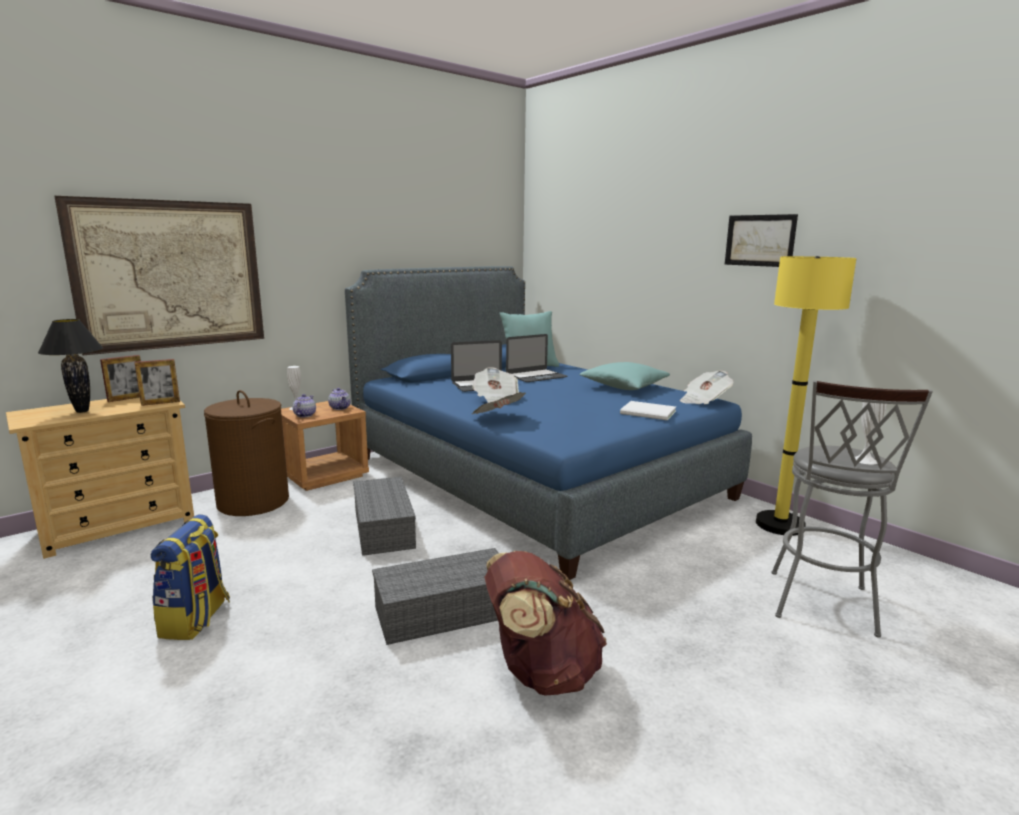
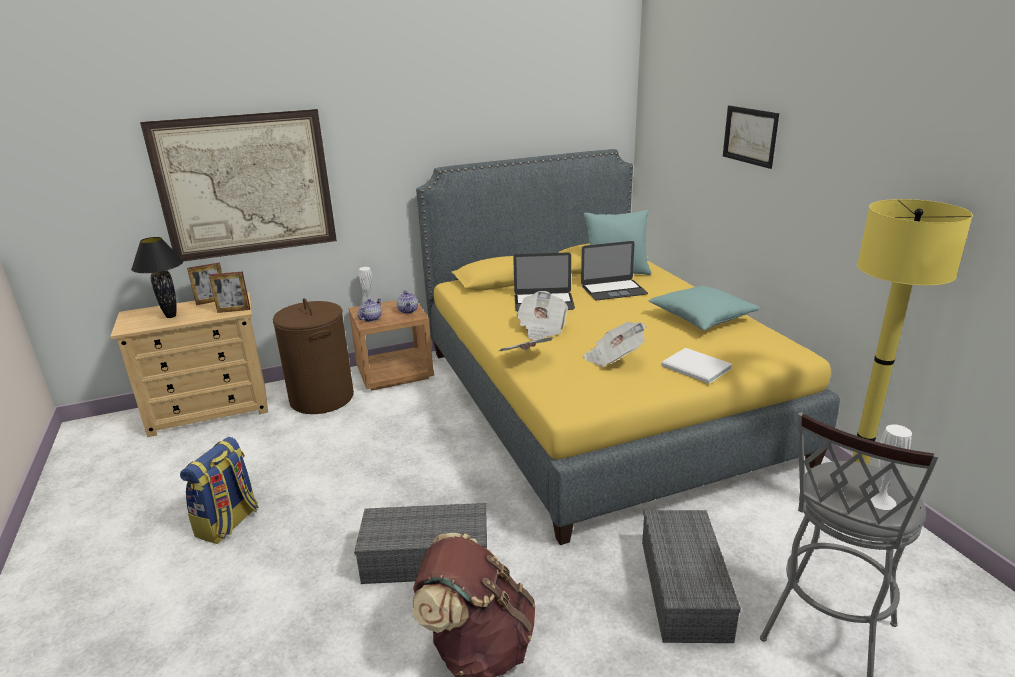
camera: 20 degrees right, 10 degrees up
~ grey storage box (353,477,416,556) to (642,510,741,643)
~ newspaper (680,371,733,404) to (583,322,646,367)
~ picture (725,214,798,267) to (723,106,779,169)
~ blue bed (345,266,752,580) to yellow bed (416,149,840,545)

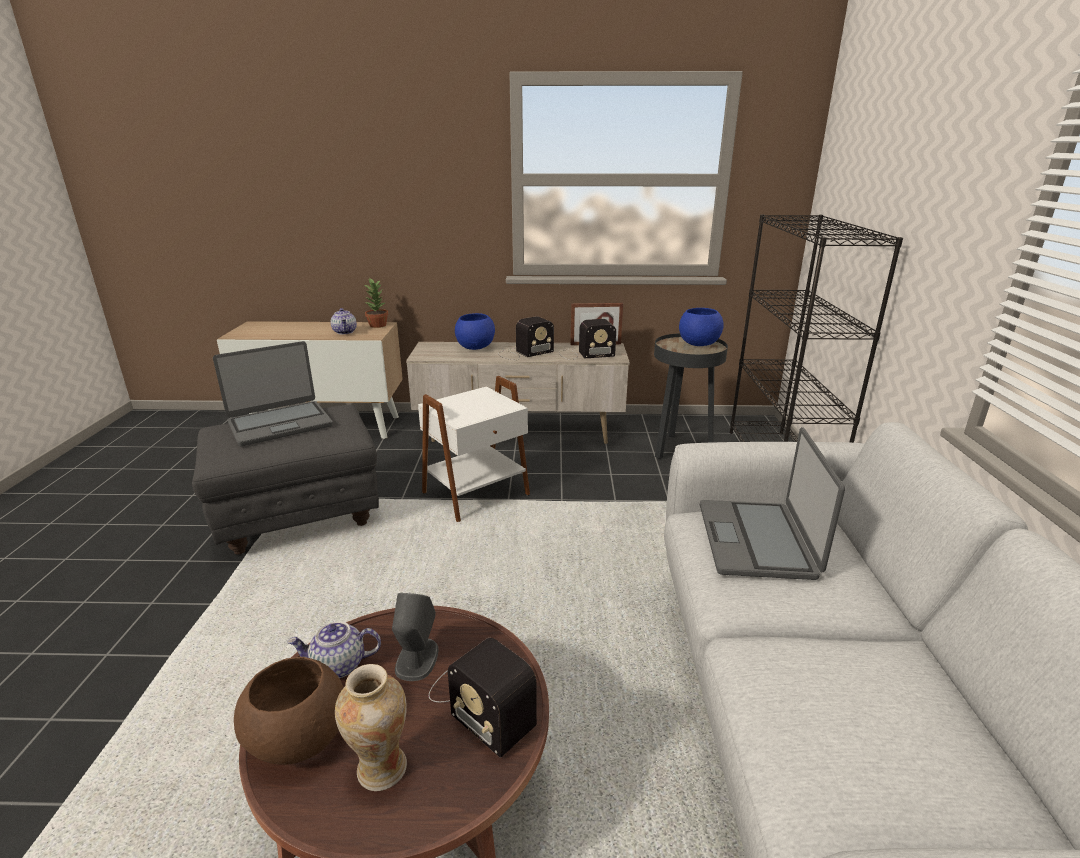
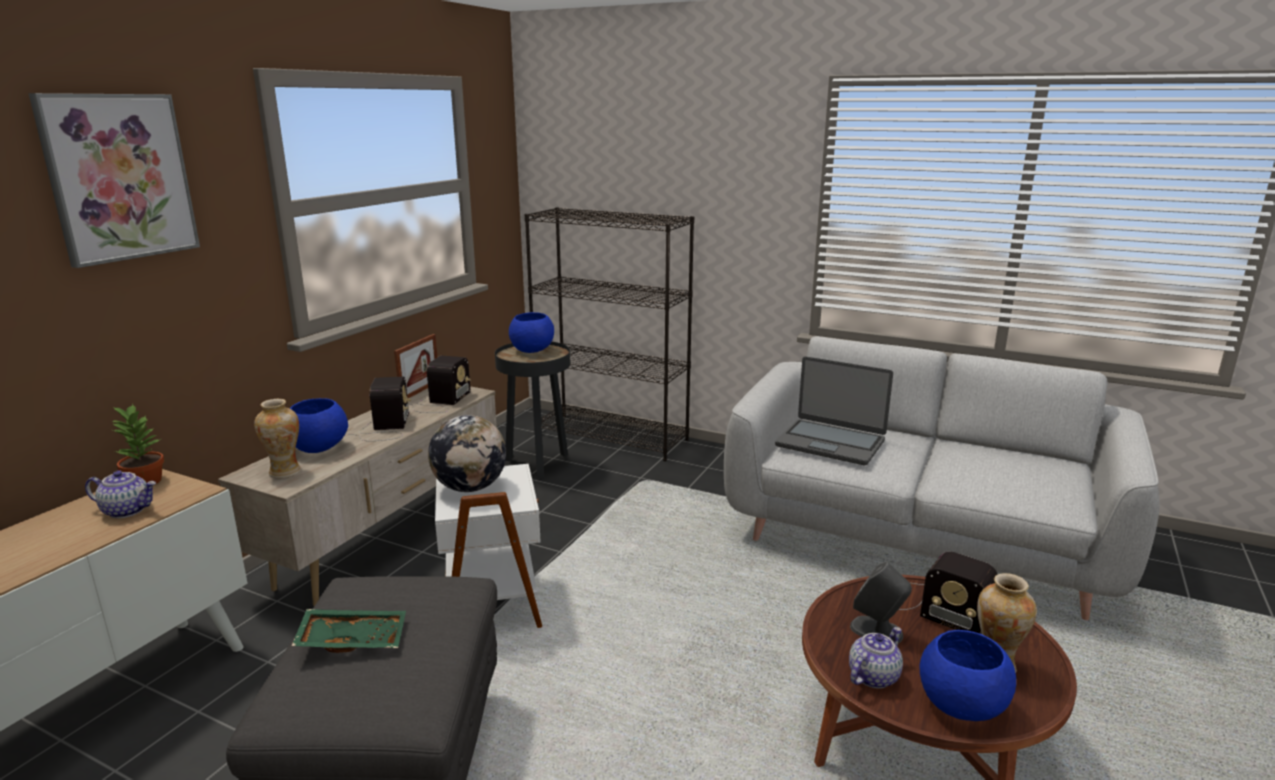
camera: 65 degrees left, 5 degrees down
+ picture (28,93,200,268)
+ vase (254,399,301,479)
+ globe (428,415,506,492)
~ laptop (213,341,333,447) to green tray (292,609,406,653)
~ brown bowl (234,657,344,765) to blue bowl (919,630,1016,721)
~ teapot (287,621,381,678) = (849,627,903,689) 150 degrees counterclockwise
~ radio (429,638,537,758) = (898,552,998,634) 60 degrees clockwise

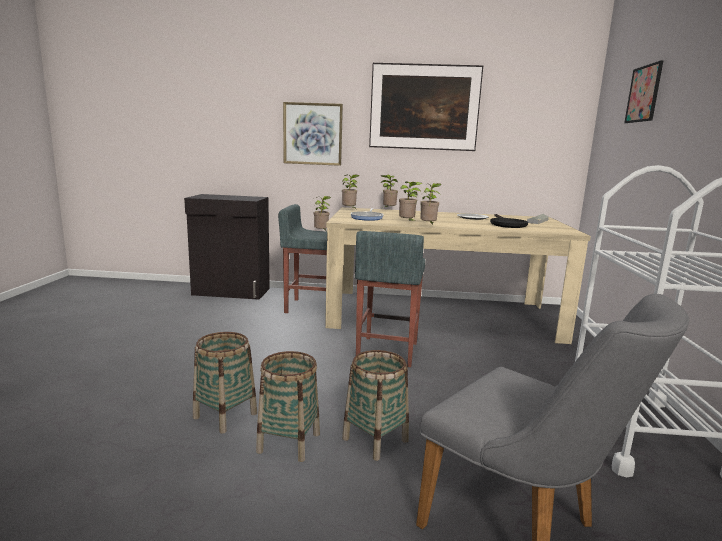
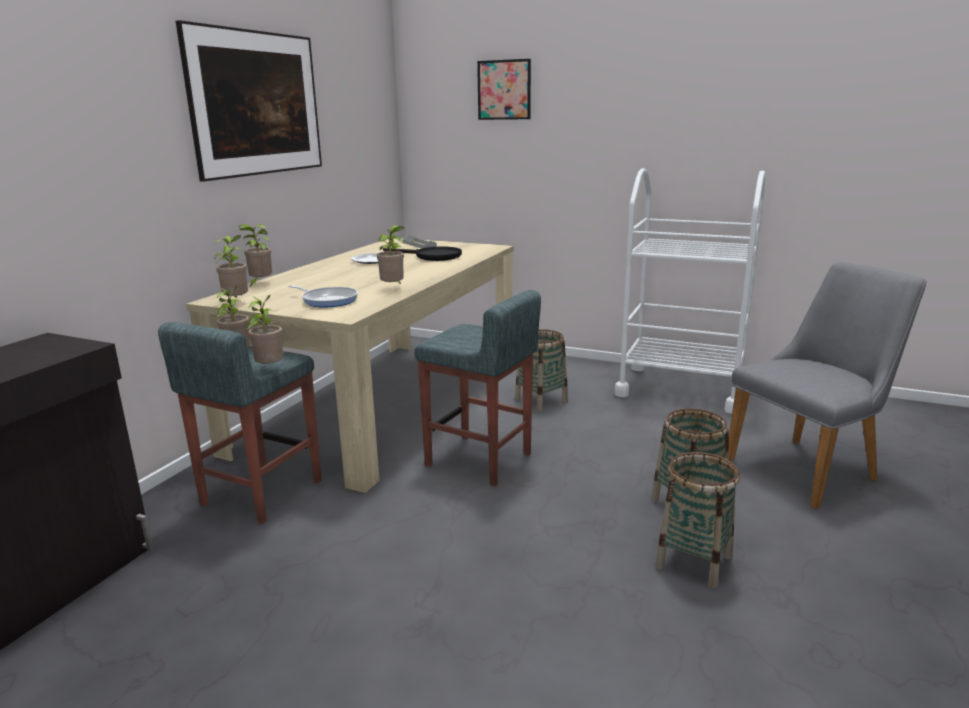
camera: 70 degrees left, 5 degrees up
- picture (283,102,343,166)
~ basket (193,332,257,434) to (515,329,568,411)
~ potted plant (420,183,442,224) to (247,295,283,364)

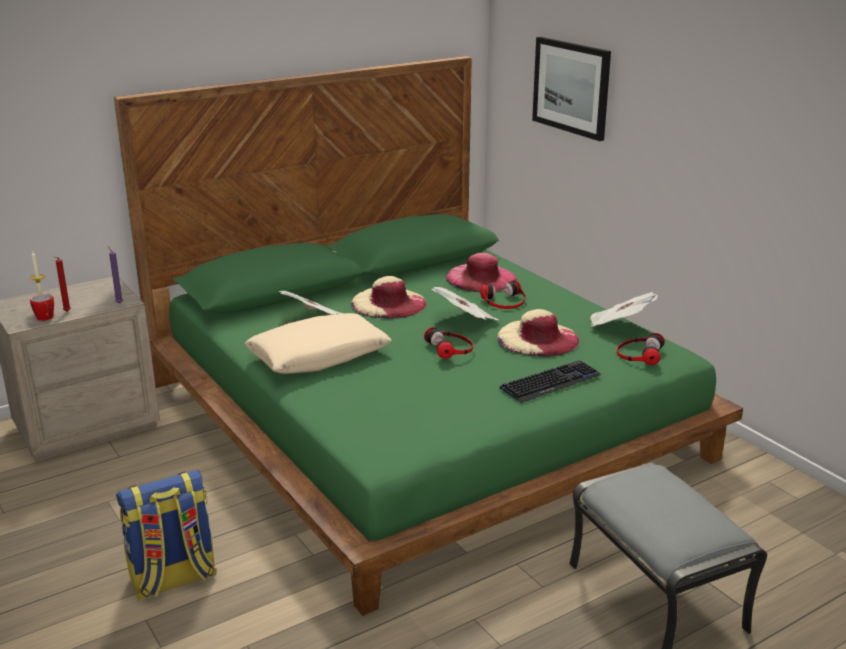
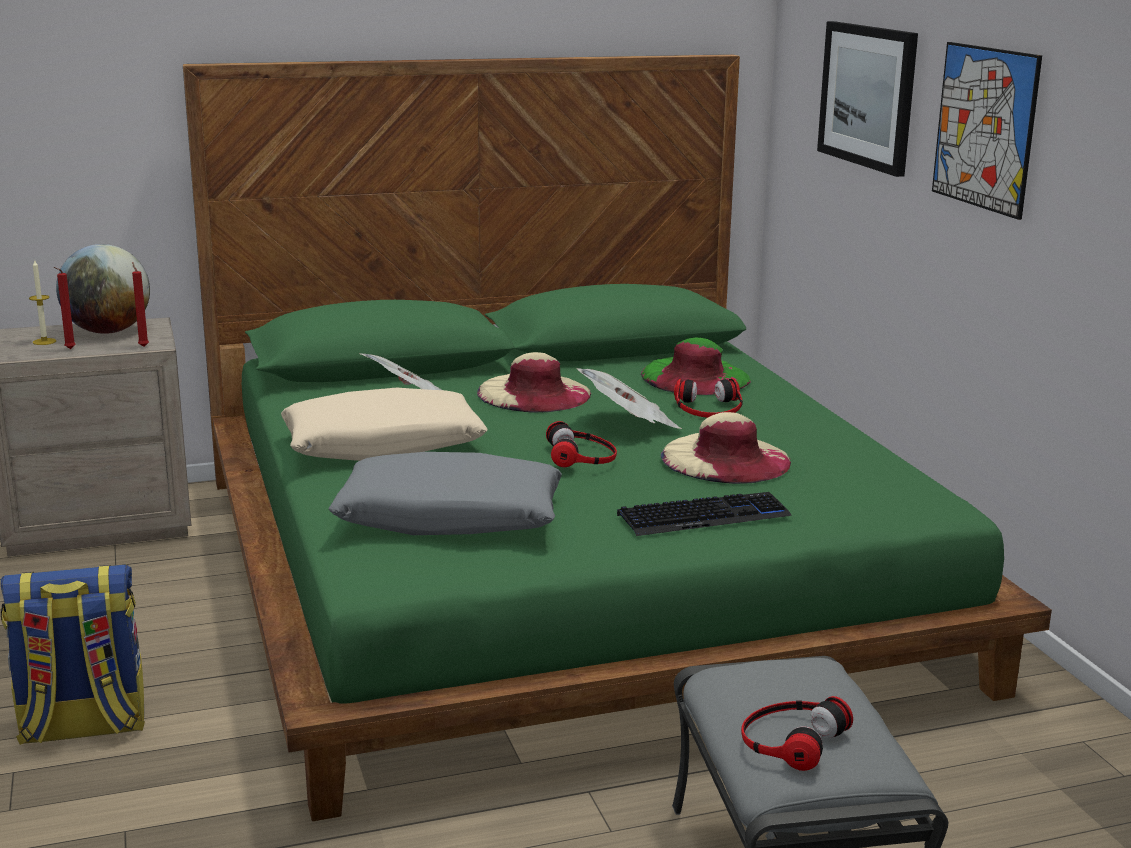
camera: 15 degrees right, 5 degrees down
- mug (30,293,54,321)
- newspaper (590,292,658,327)
+ globe (56,244,150,334)
+ grey pillow (328,452,562,535)
+ picture (932,42,1042,220)
~ headphones (617,333,665,365) to (741,696,853,771)
~ purple candle (108,246,123,304) to red candle (132,262,149,347)
~ pink hat (446,253,517,292) to green hat (640,338,751,395)

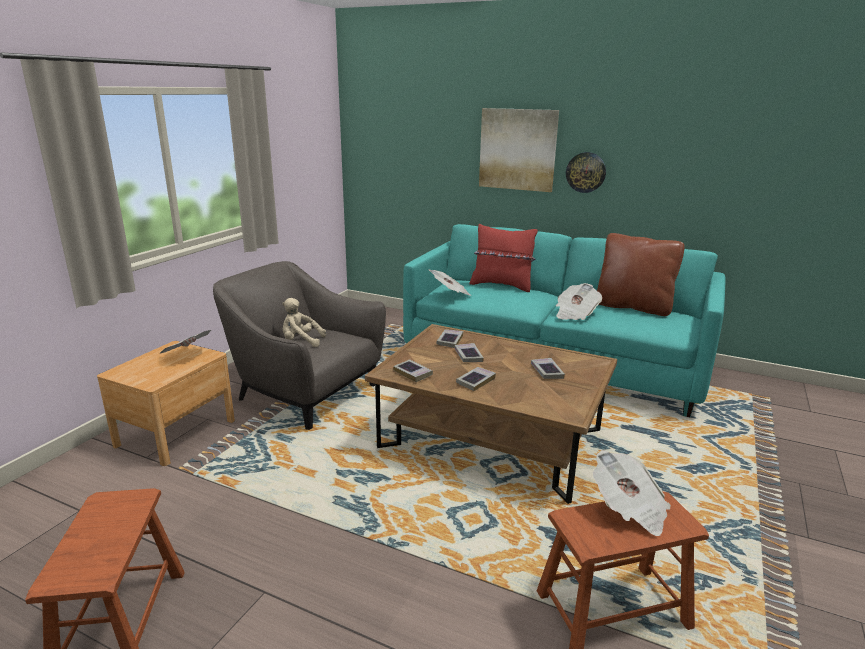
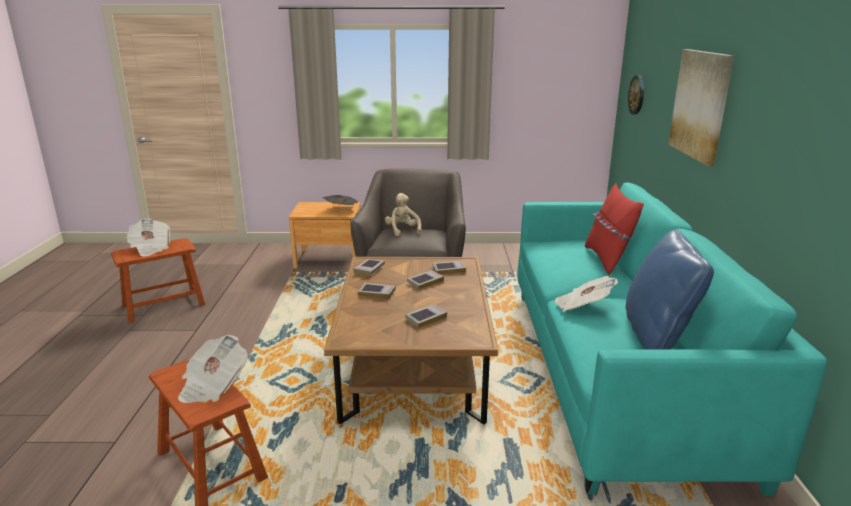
camera: 65 degrees right, 0 degrees up
~ newspaper (429,270,471,296) to (126,218,171,257)
~ wall clock (566,152,606,193) to (628,75,644,115)
~ brown pillow (597,233,685,316) to blue pillow (626,229,714,350)

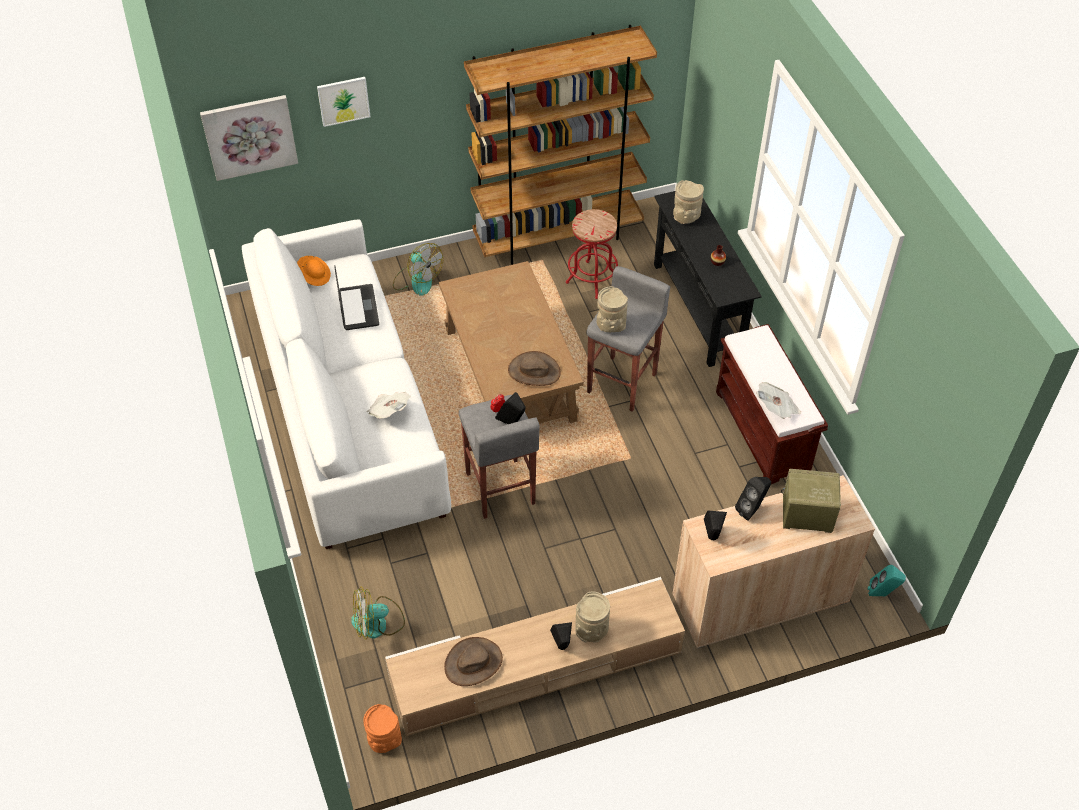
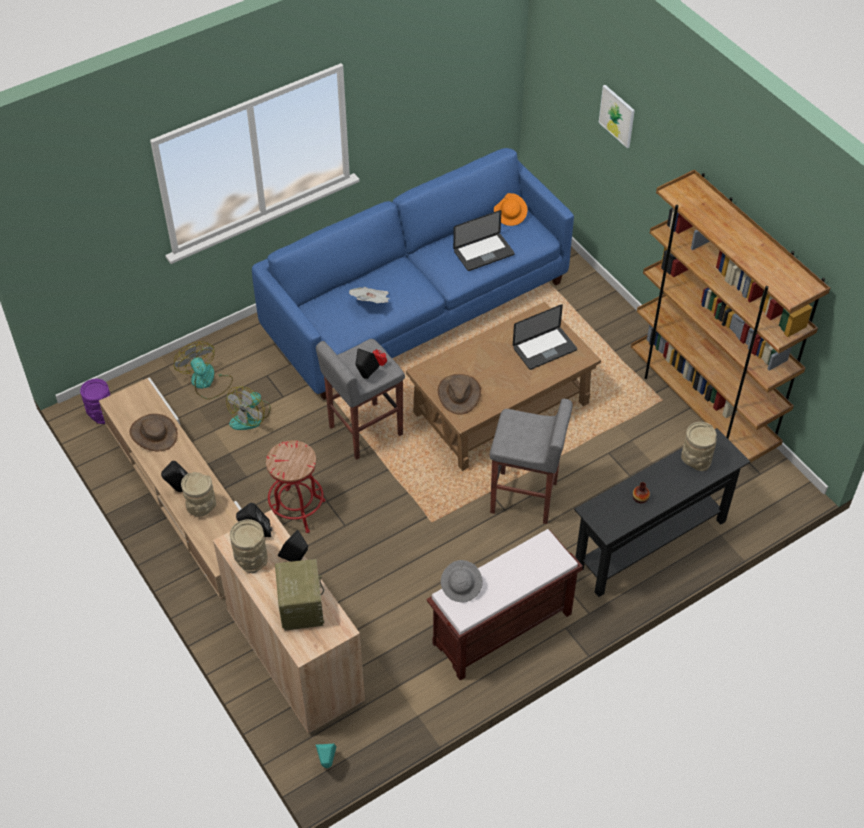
camera: 75 degrees right, 0 degrees up
- picture (200,95,298,181)
+ laptop (513,304,577,370)
~ fan (393,243,443,296) to (226,387,271,430)
~ red stool (566,209,618,299) to (266,440,326,533)
~ beige vase (597,286,628,332) to (230,519,268,573)
~ newspaper (756,382,801,419) to grey hat (441,560,483,603)
~ white sofa (242,219,451,549) to blue sofa (252,148,574,400)
~ orange vase (364,704,402,753) to purple vase (80,379,110,424)

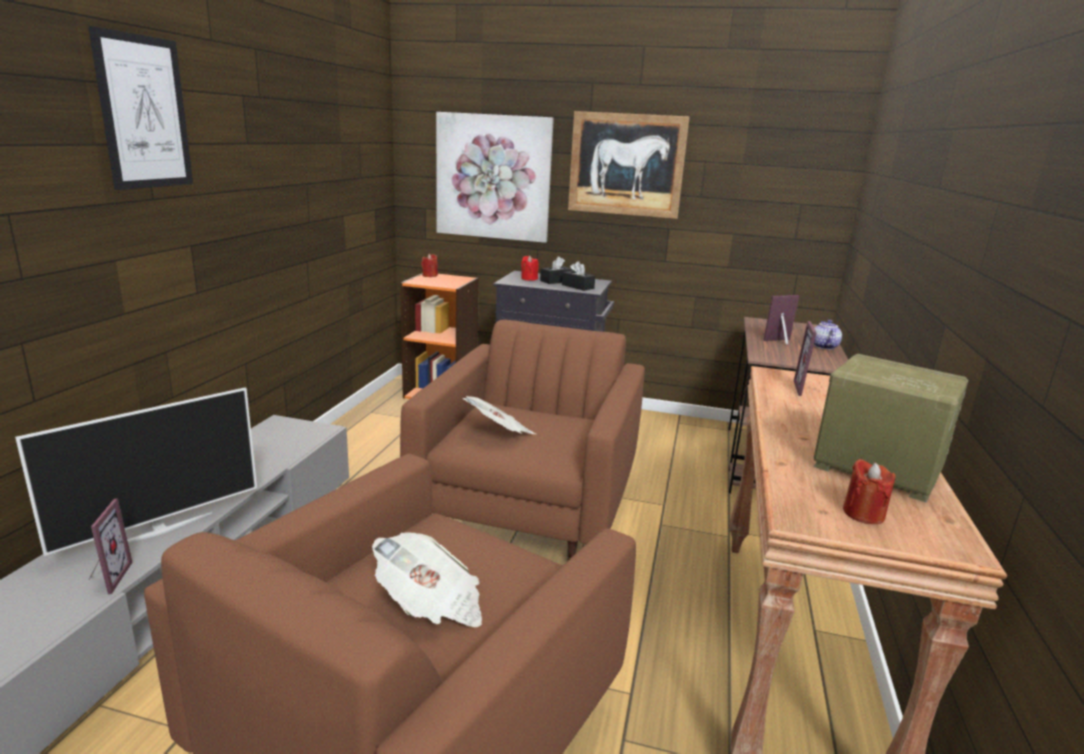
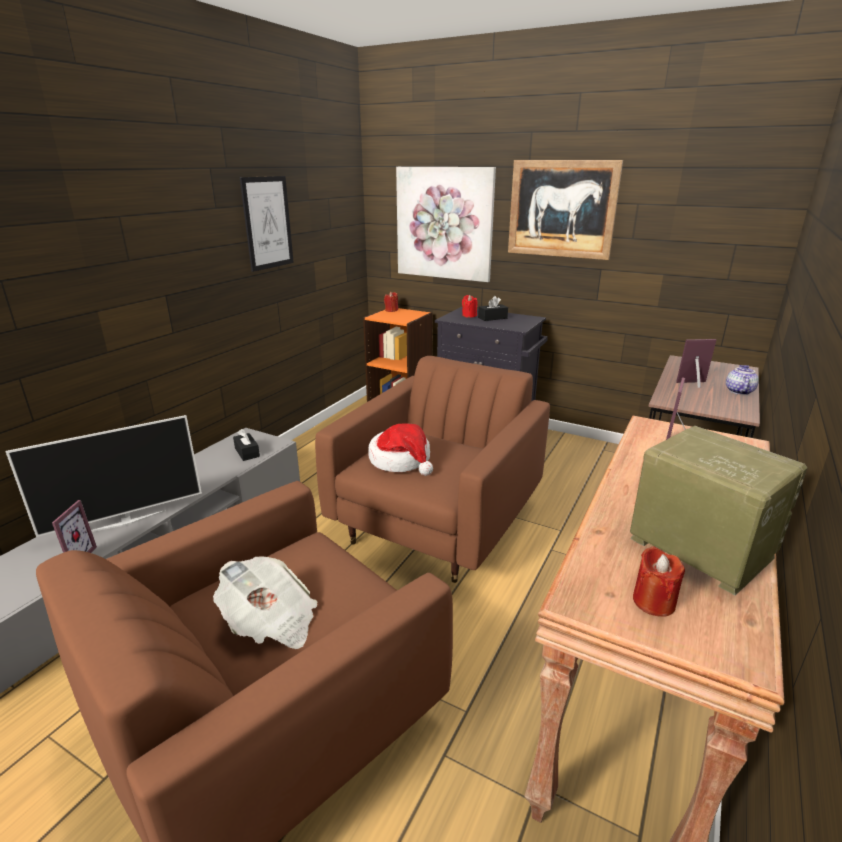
camera: 15 degrees right, 5 degrees up
~ picture (88,26,193,190) to (240,176,294,272)
~ black tissue box (562,261,595,291) to (233,429,260,461)
~ newspaper (462,396,536,434) to hat (368,423,433,476)

